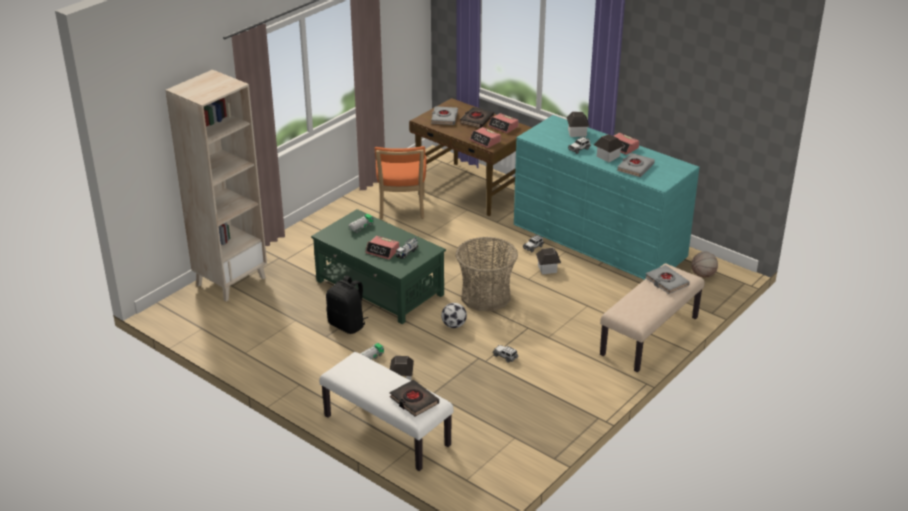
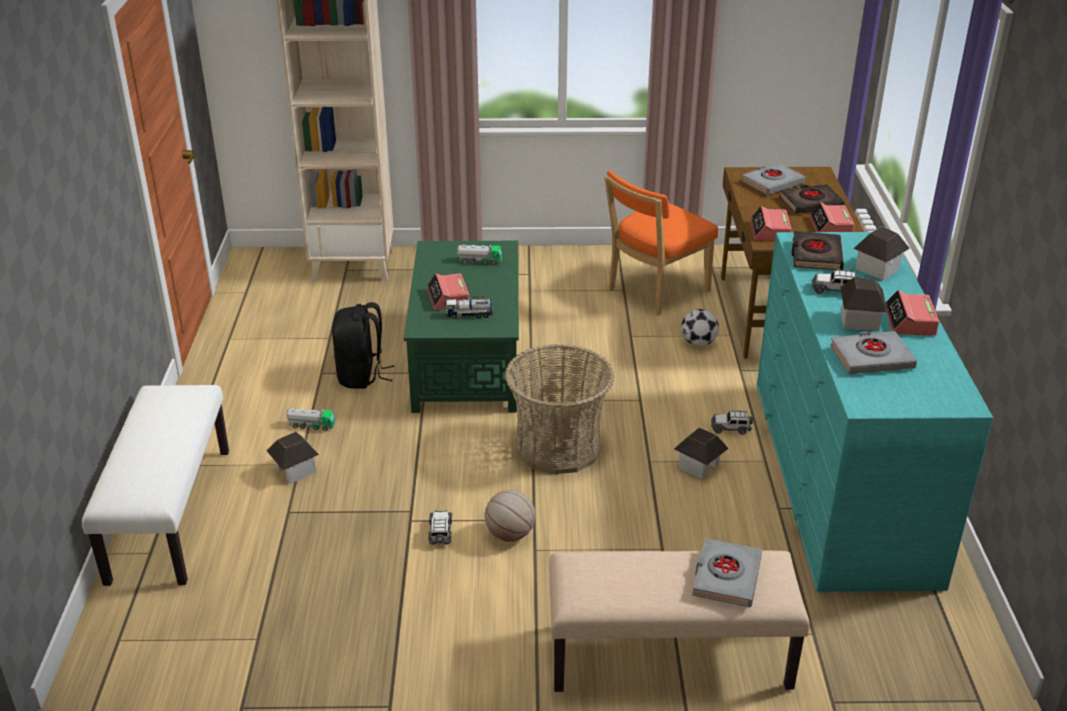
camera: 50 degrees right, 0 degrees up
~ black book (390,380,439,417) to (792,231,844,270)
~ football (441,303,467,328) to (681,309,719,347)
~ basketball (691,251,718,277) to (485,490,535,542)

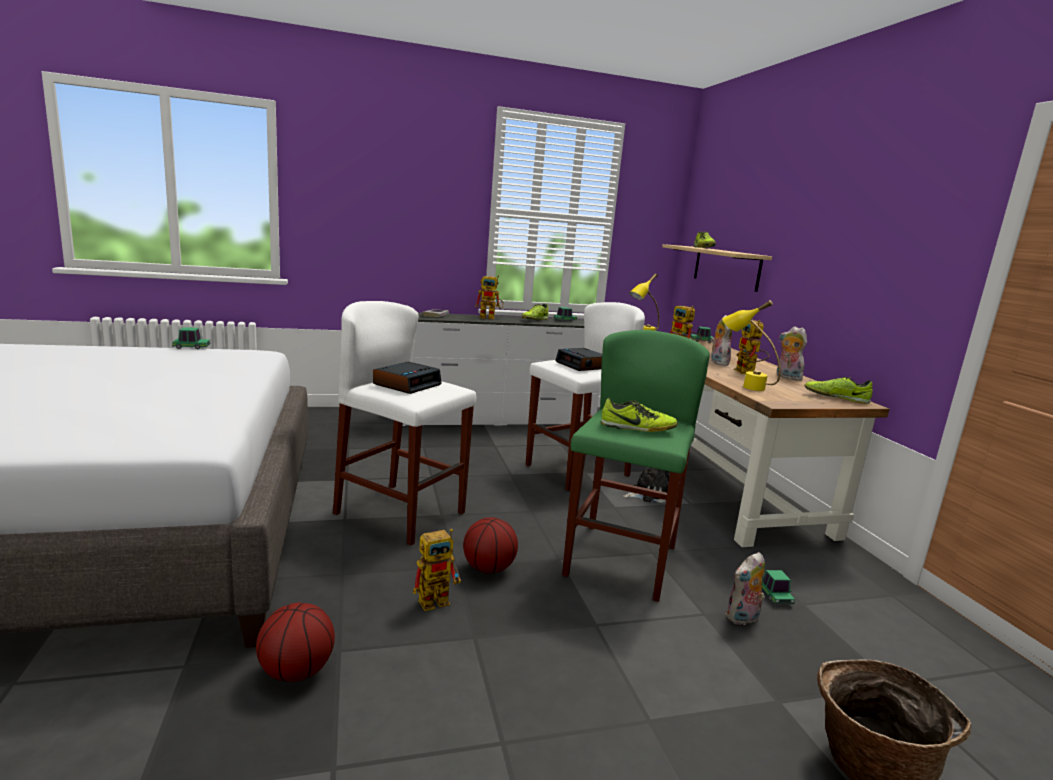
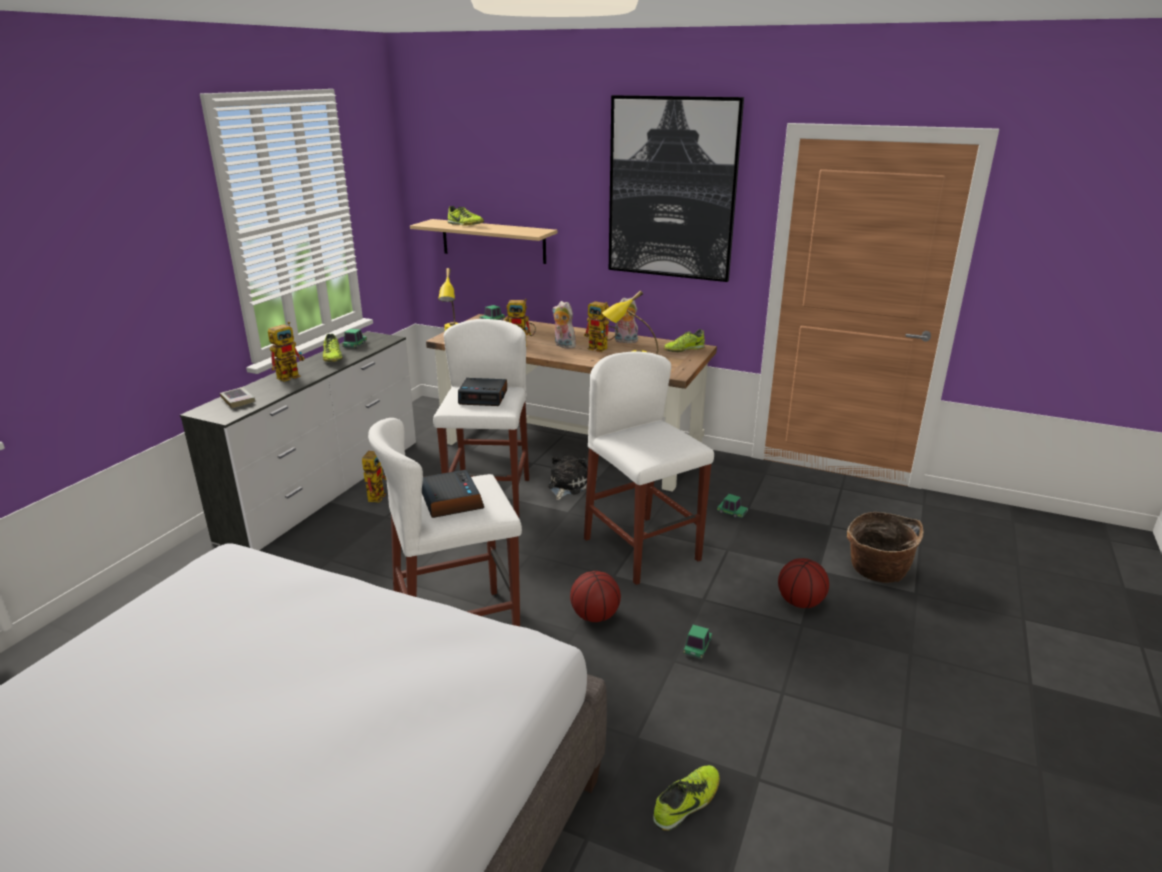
camera: 50 degrees left, 10 degrees up
- plush toy (725,552,765,625)
+ picture (609,95,744,282)
~ toy car (172,327,210,349) to (683,625,712,659)
~ basketball (256,603,335,682) to (778,558,829,608)
~ toy robot (413,529,461,611) to (362,451,386,503)
~ shoe (601,398,678,432) to (653,765,720,831)
~ green stool (562,330,710,602) to white stool (584,351,714,585)

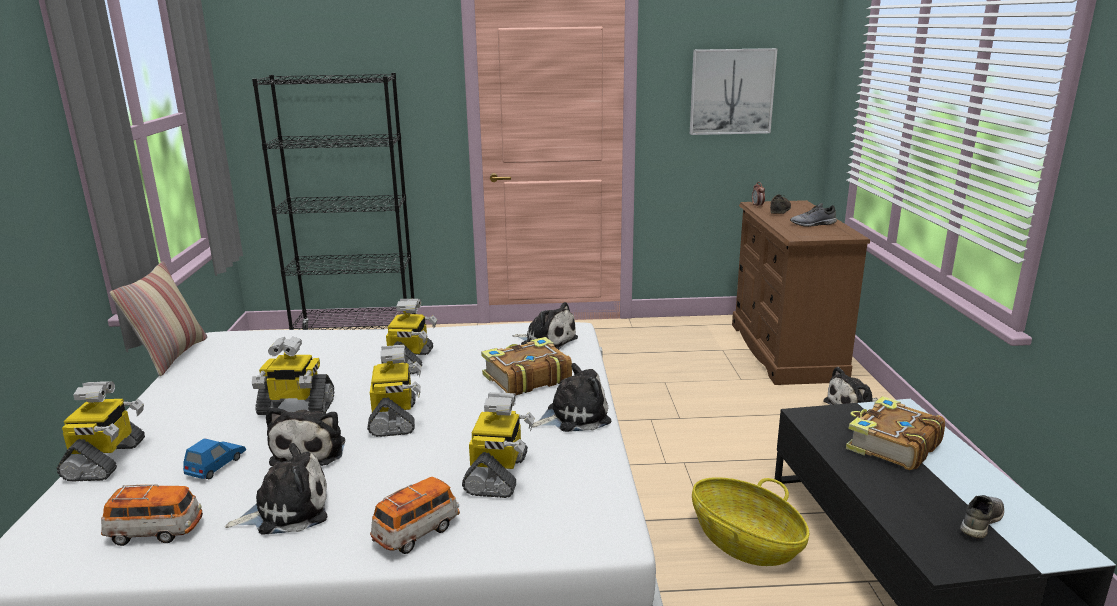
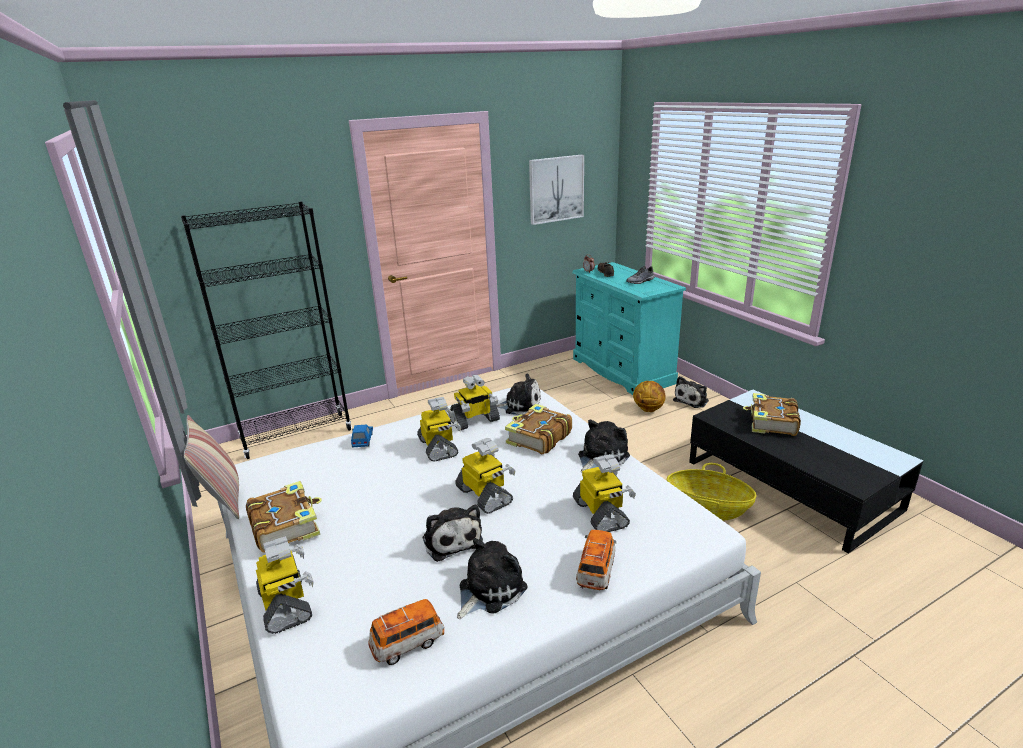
camera: 25 degrees left, 5 degrees up
- grey shoe (960,495,1004,539)
+ book (246,481,322,553)
+ basketball (633,381,666,412)
~ blue toy car (183,438,246,479) to (351,424,373,448)
~ toy robot (252,337,334,415) to (450,375,500,430)
~ brown dresser (732,200,870,385) to turquoise dresser (572,262,686,395)

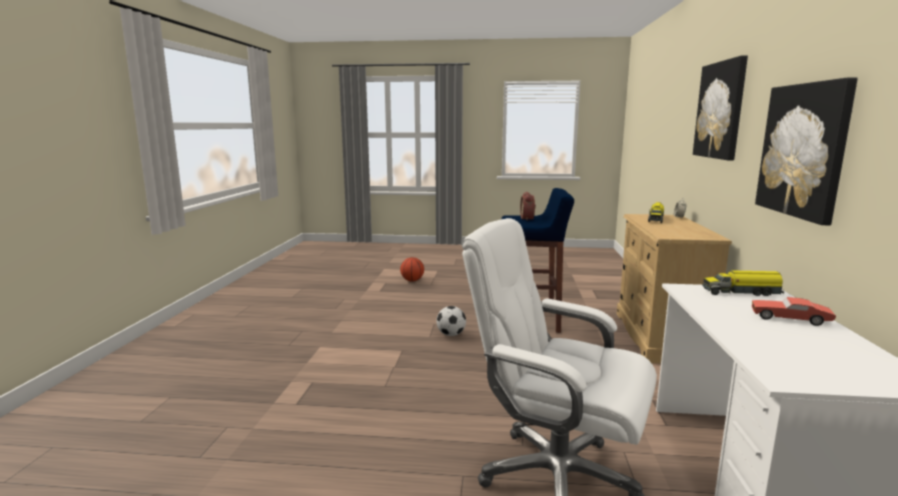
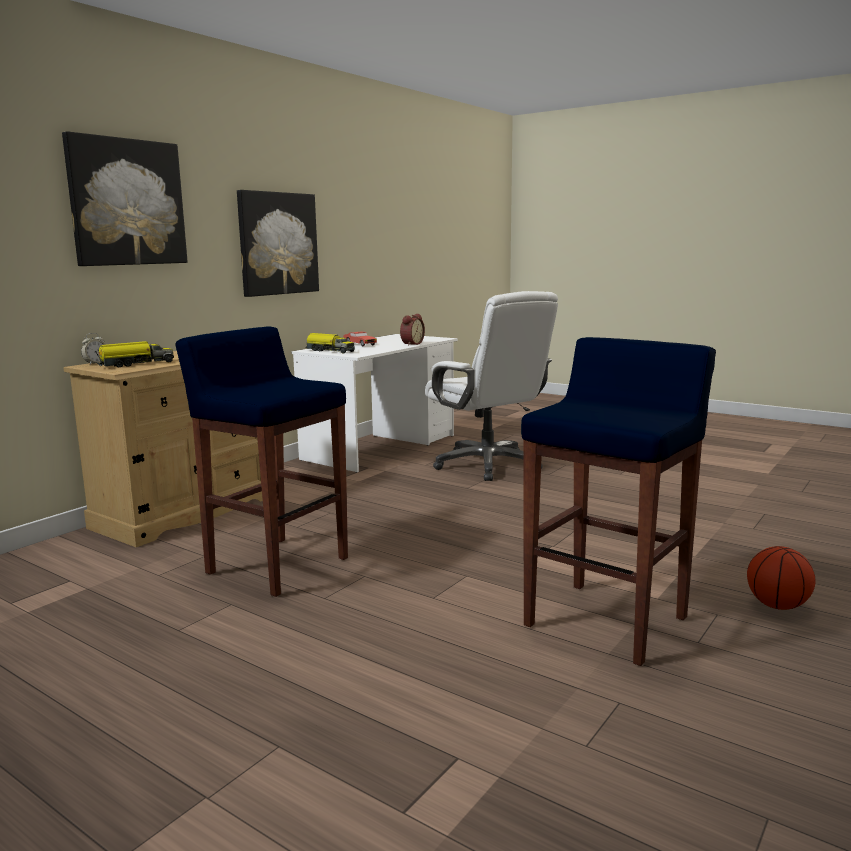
camera: 150 degrees left, 0 degrees up
- football (436,306,466,336)
+ blue stool (521,337,716,666)
~ basketball (400,257,424,282) to (747,546,816,610)
~ alarm clock (520,192,536,221) to (400,314,425,346)

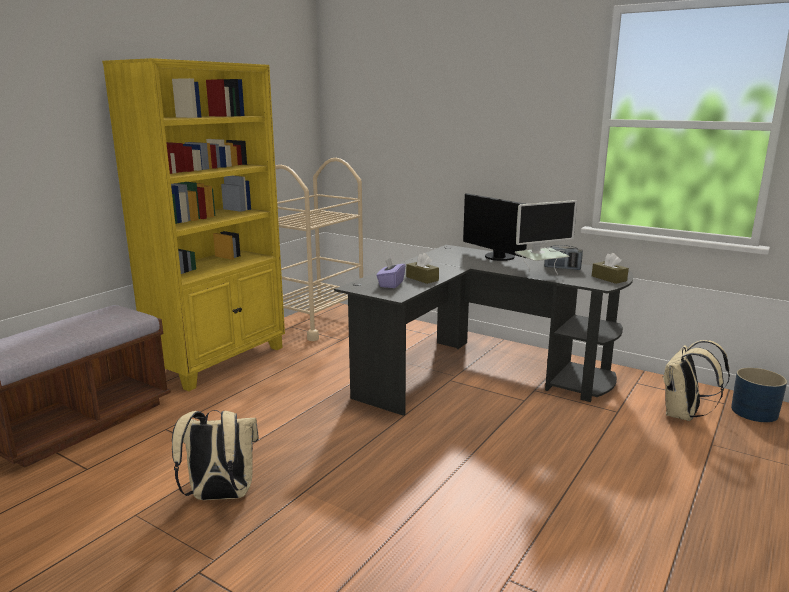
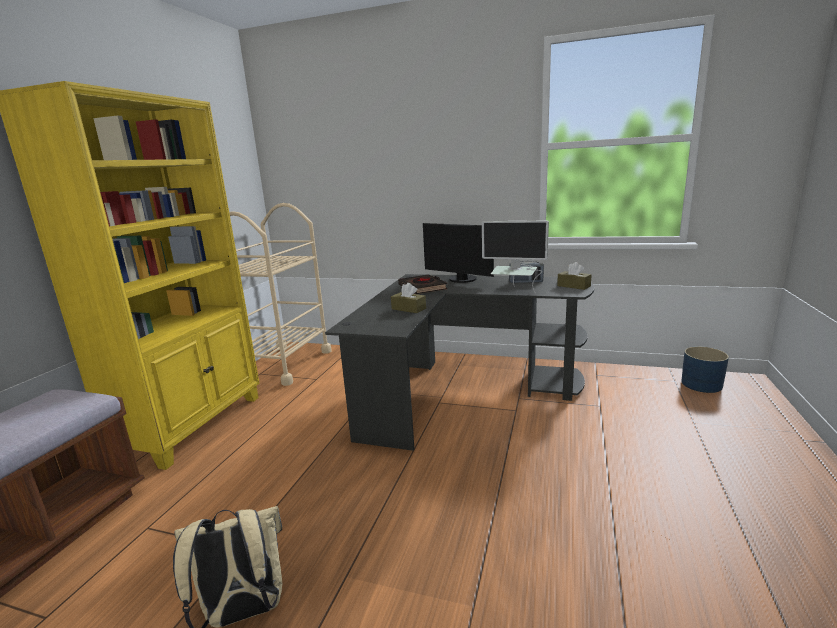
camera: 15 degrees left, 0 degrees up
- purple tissue box (376,257,406,288)
- beige backpack (664,340,730,421)
+ black book (398,275,447,294)
~ monitor (515,200,577,274) = (482,221,549,293) 60 degrees clockwise

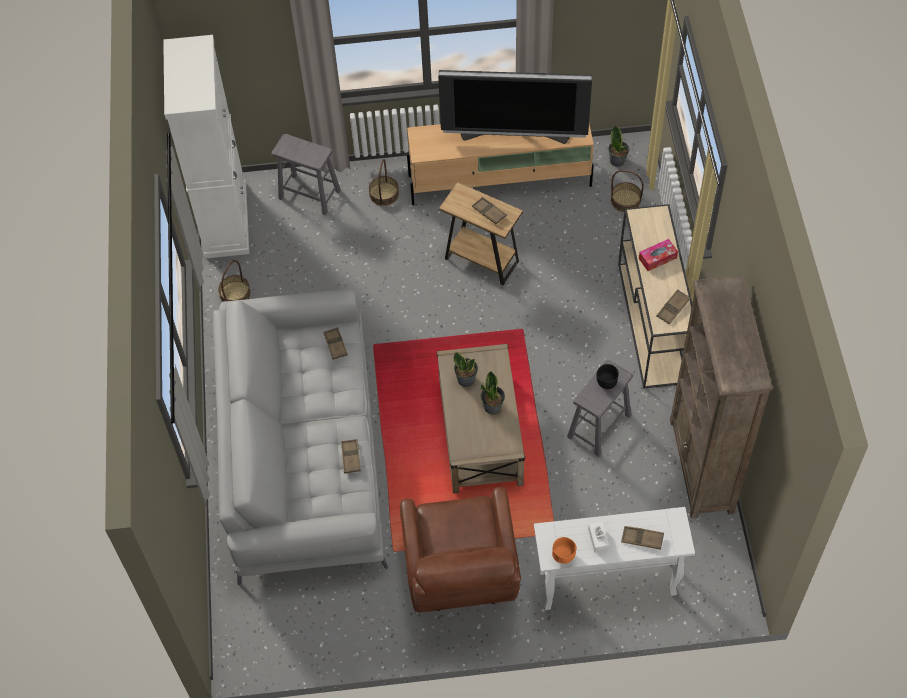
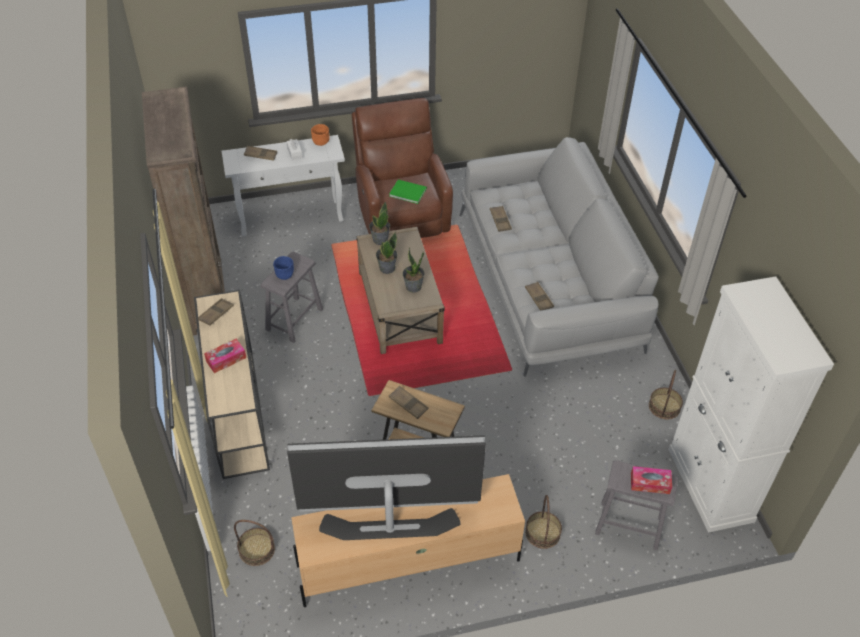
camera: 170 degrees right, 10 degrees down
+ green book (389,180,427,204)
+ tissue box (631,466,672,494)
~ potted plant (608,125,629,167) to (369,201,390,245)
~ black bowl (597,364,619,389) to blue bowl (273,256,294,280)

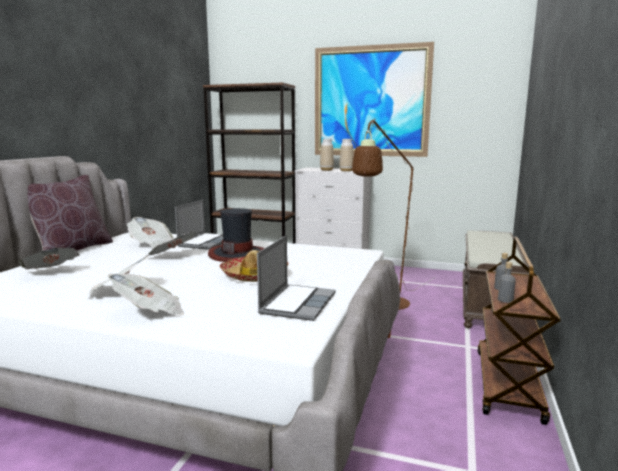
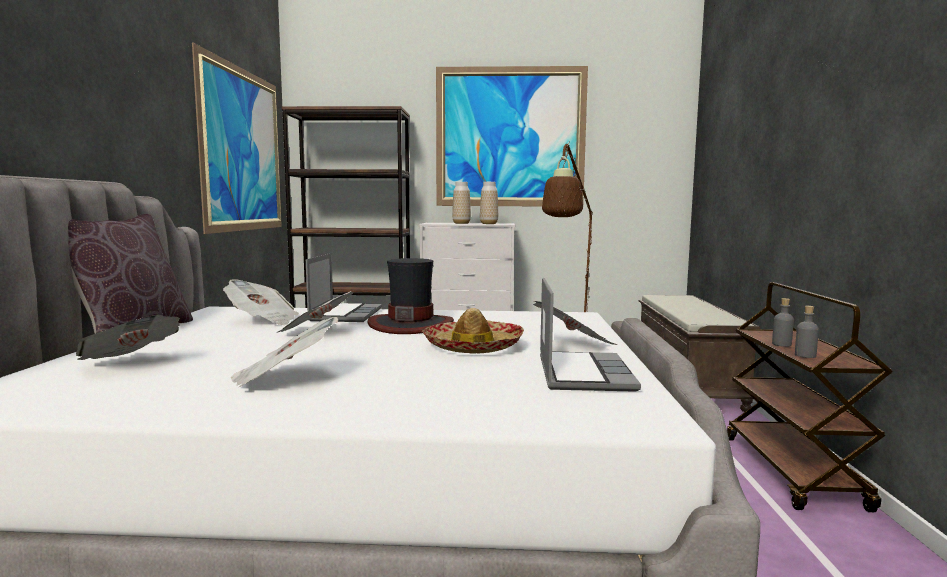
camera: 15 degrees left, 5 degrees down
+ picture (192,43,282,234)
~ newspaper (107,274,184,315) to (533,301,618,345)

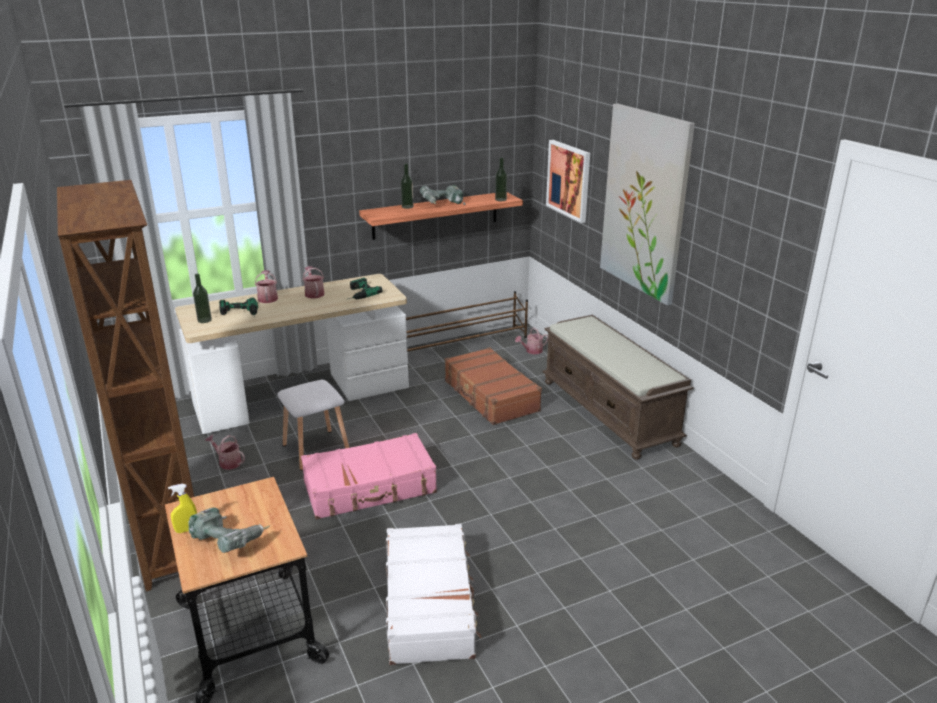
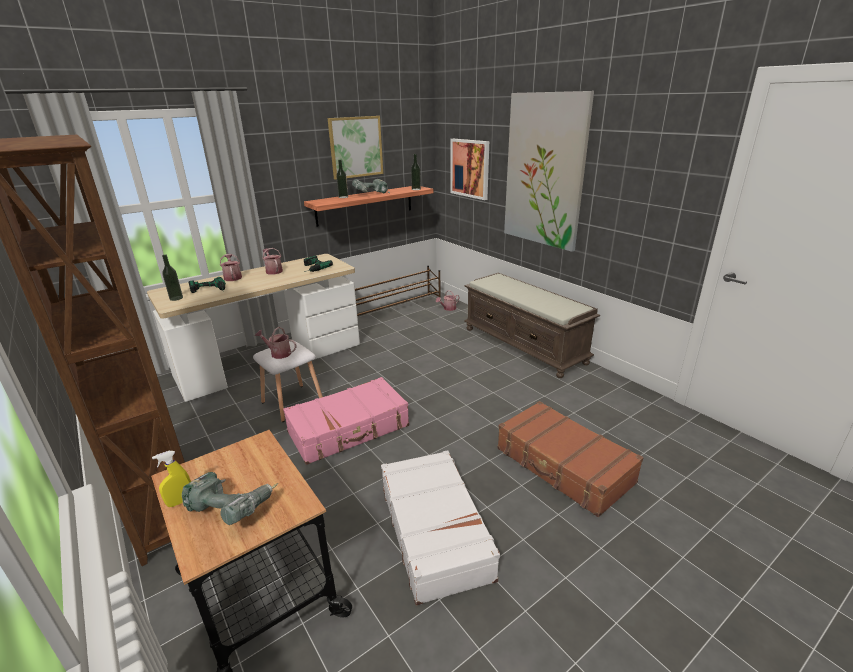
camera: 10 degrees left, 0 degrees up
+ picture (328,116,383,180)
~ watering can (205,435,245,470) to (255,327,297,359)
~ brown suitcase (445,347,542,425) to (497,401,643,517)

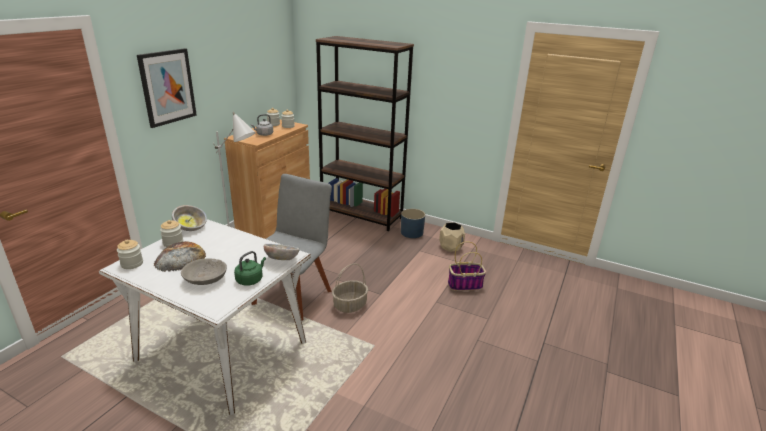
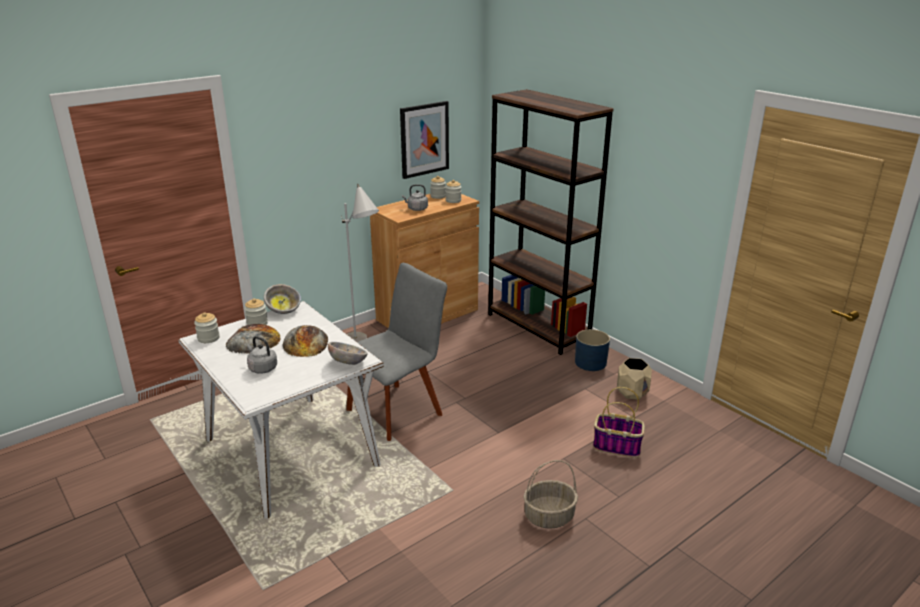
camera: 25 degrees right, 0 degrees up
- green kettle (234,251,266,286)
+ bread (283,325,328,357)
~ picture (137,48,197,128) to (400,101,449,179)
~ basket (332,263,368,313) to (523,460,578,529)
~ grey bowl (181,259,227,285) to grey kettle (247,336,277,374)

